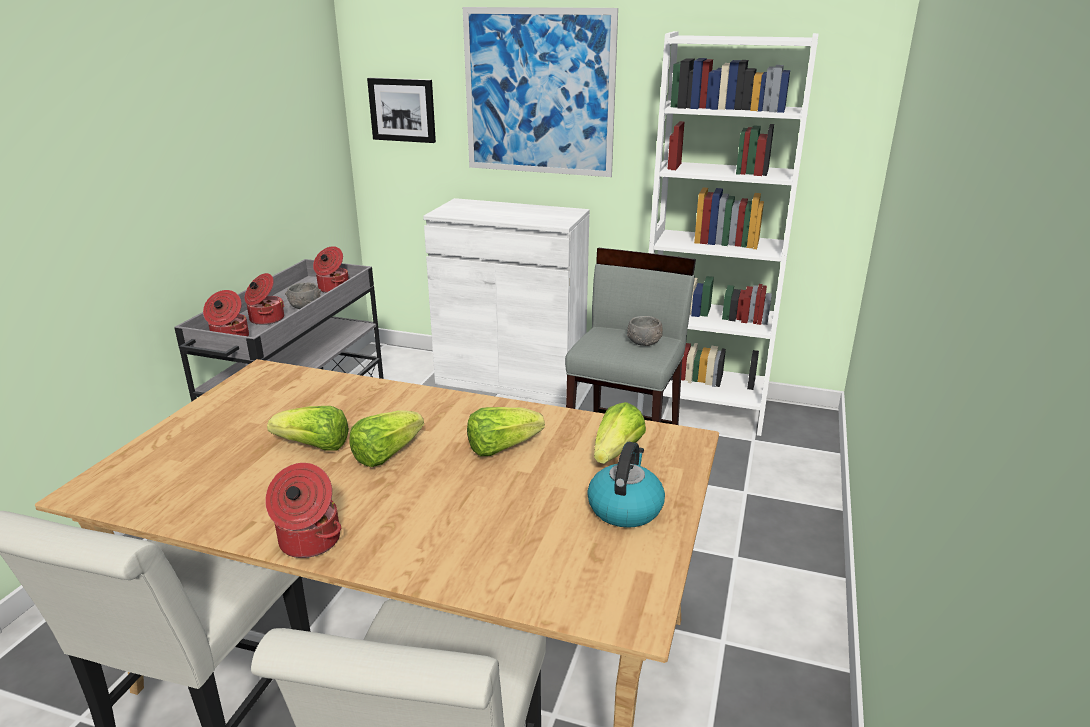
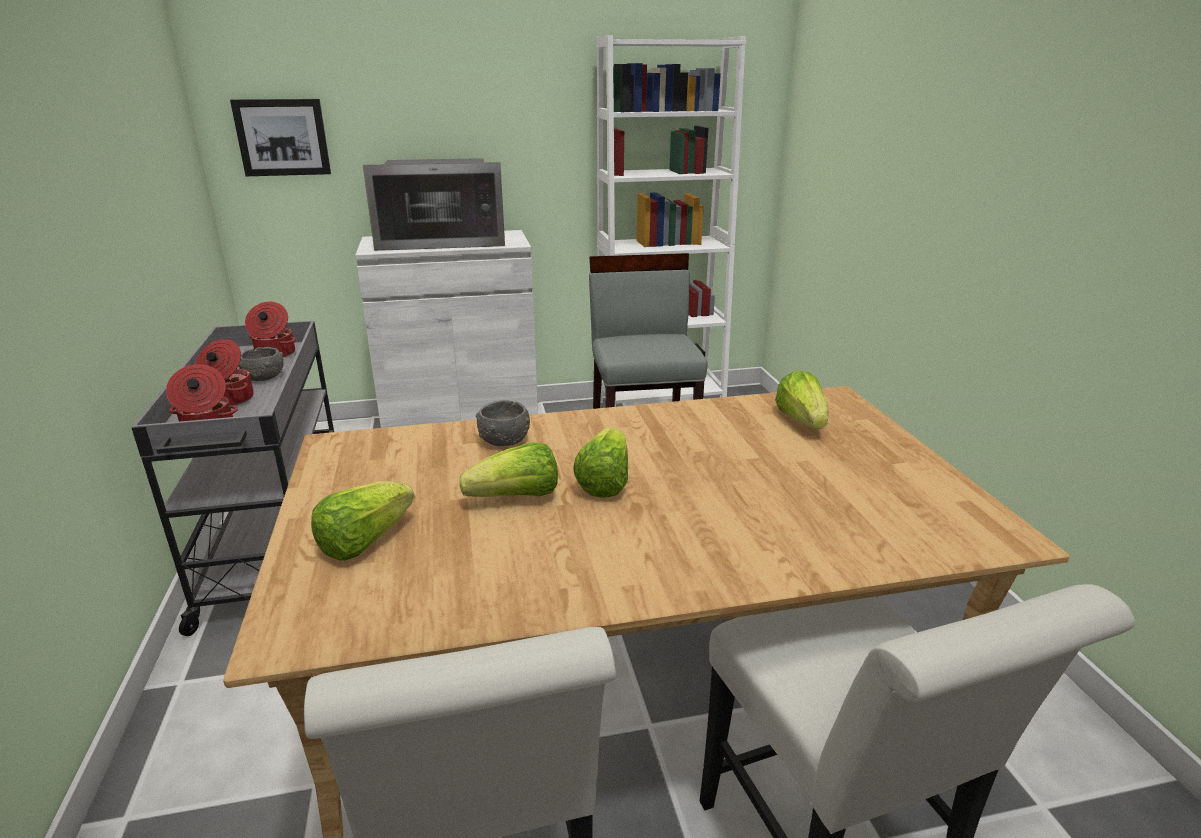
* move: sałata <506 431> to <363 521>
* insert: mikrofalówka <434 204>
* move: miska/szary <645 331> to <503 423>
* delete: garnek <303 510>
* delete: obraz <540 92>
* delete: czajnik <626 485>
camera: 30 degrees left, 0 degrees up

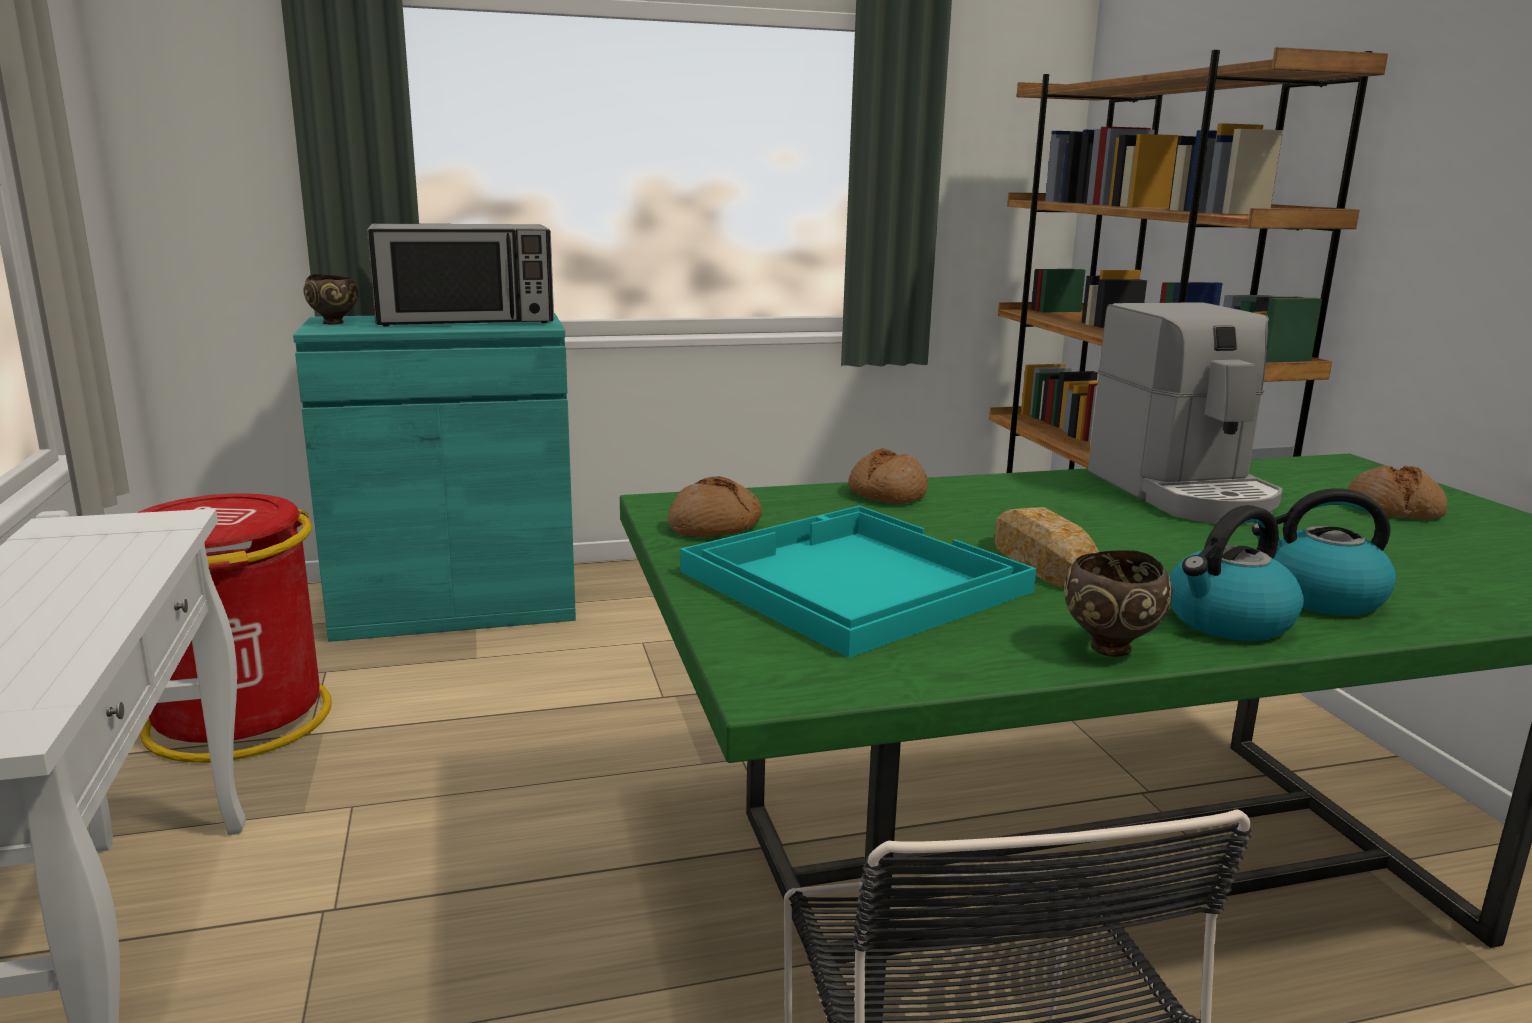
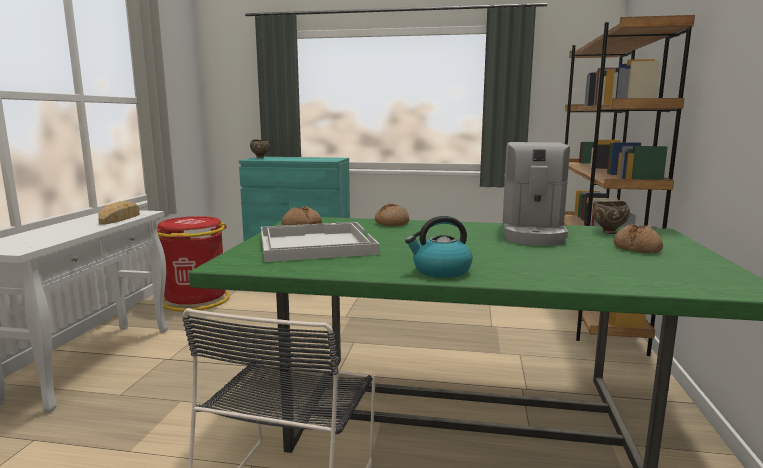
* move: chleb <1046 548> to <119 213>
* recolor: taca/turkusowy <858 581> to taca/biały <320 242>
* move: miska/brązowy <1118 603> to <611 217>
* delete: mikrofalówka <460 275>
* delete: czajnik <1324 552>
camera: 25 degrees right, 5 degrees down

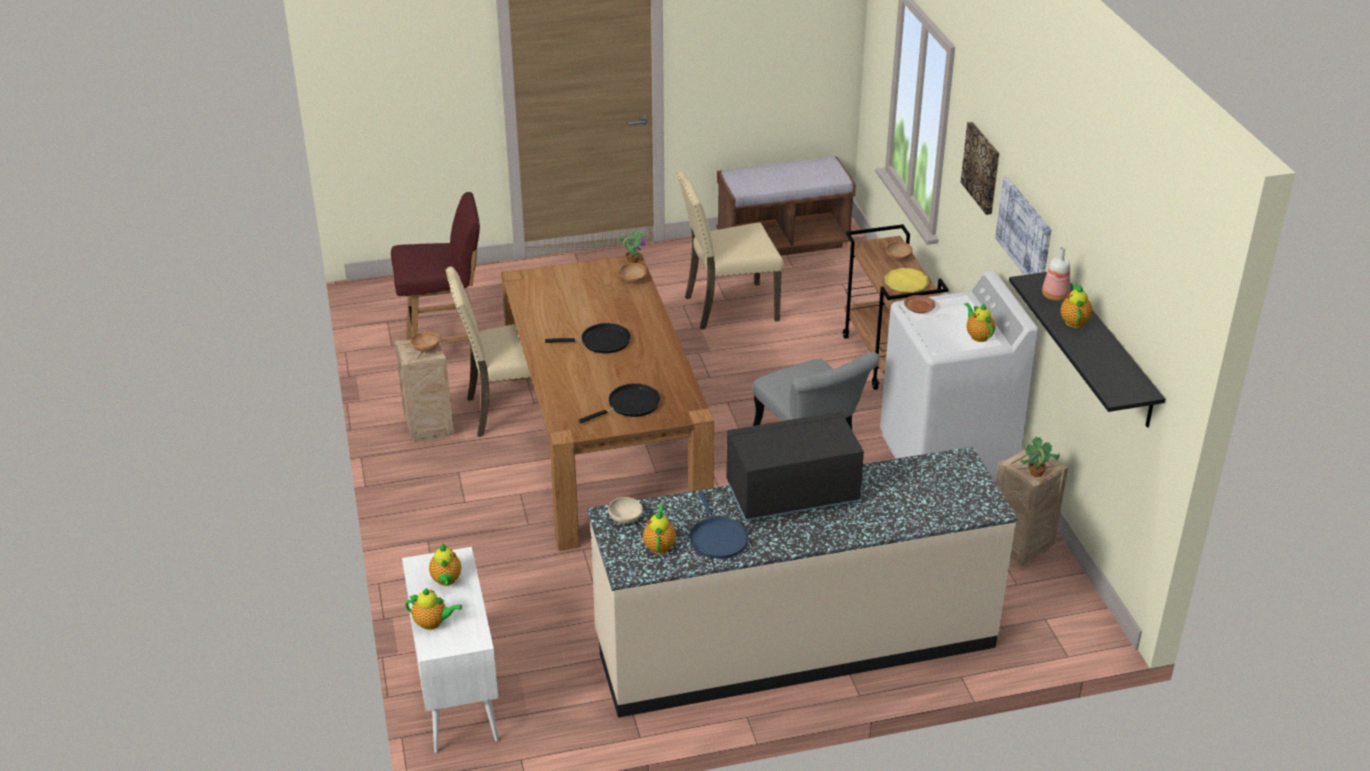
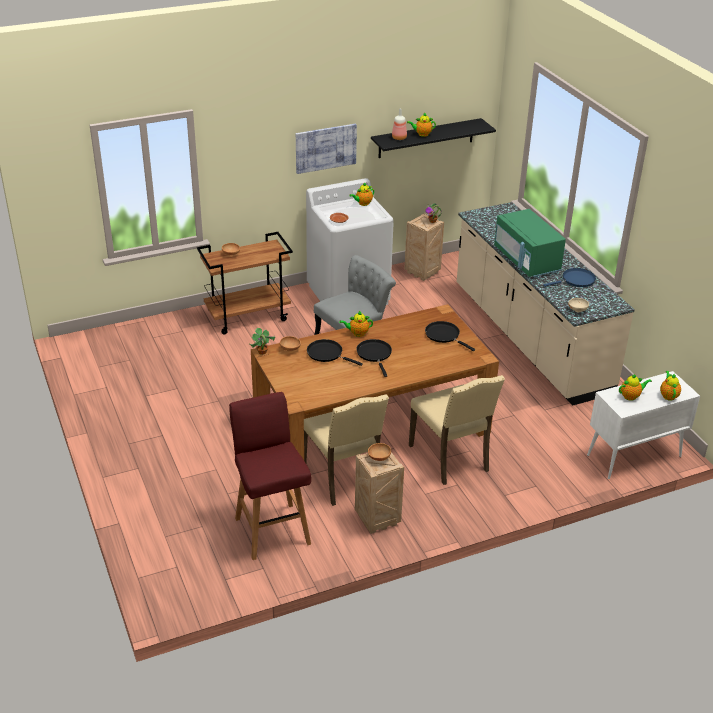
* insert: patelnia/czarny <335 352>
* move: imbryk <659 529> to <356 324>
* move: krzesło/beżowy <729 250> to <457 430>
* recolor: mikrofalówka/czarny <795 466> to mikrofalówka/zielony <530 243>
* delete: ławka/brązowy <786 206>
* delete: talerz/żółty <907 280>
* delete: obraz <980 168>
camera: 100 degrees left, 0 degrees up

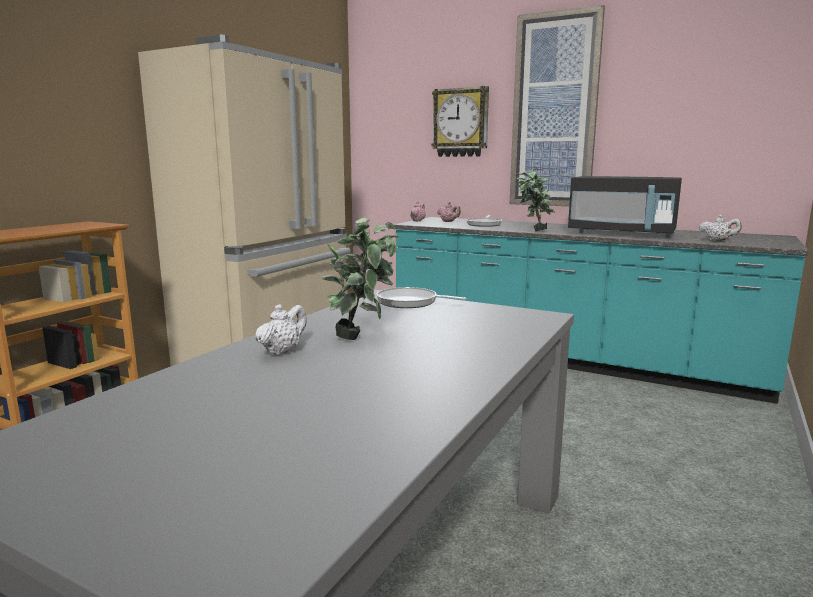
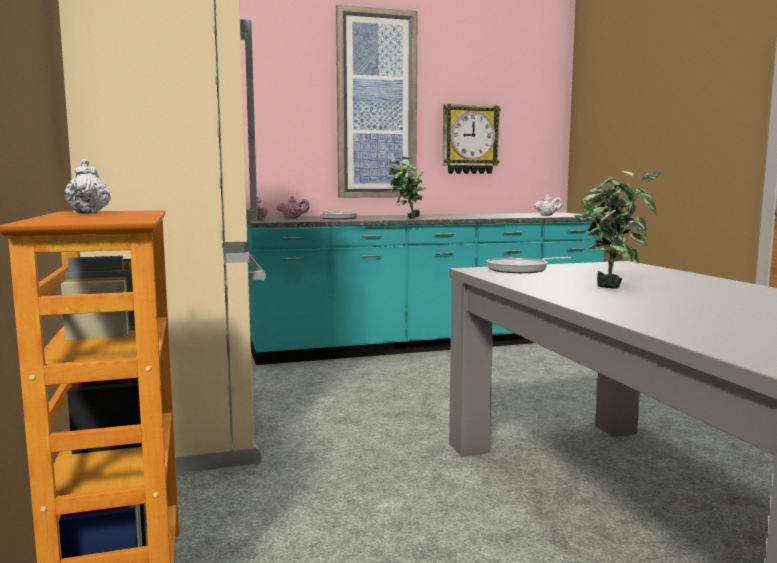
* move: imbryk/biały <281 329> to <88 186>
* move: zegar ścienny <460 121> to <472 139>
* delete: mikrofalówka/czarny <625 207>
camera: 45 degrees left, 5 degrees down

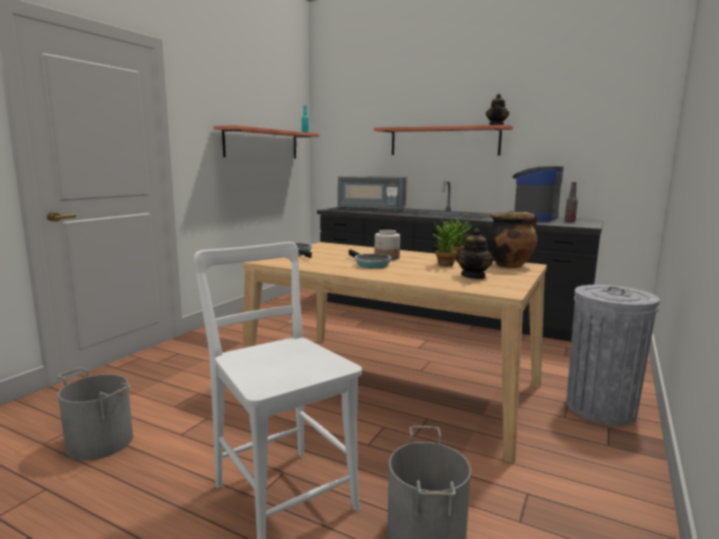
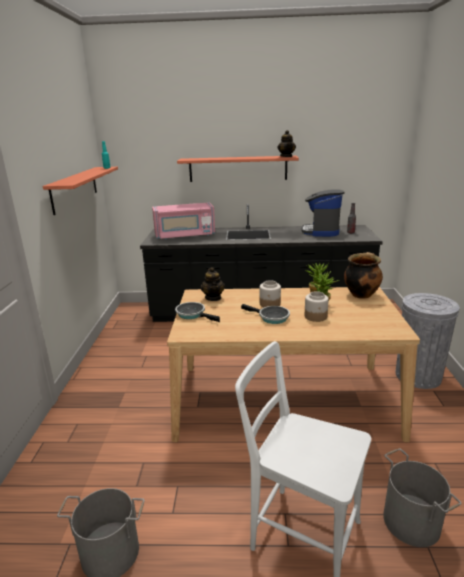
* recolor: mikrofalówka/szary <372 193> to mikrofalówka/różowy <183 220>
* move: imbryk <475 253> to <212 284>
* insert: słoik <317 306>
camera: 25 degrees left, 10 degrees up

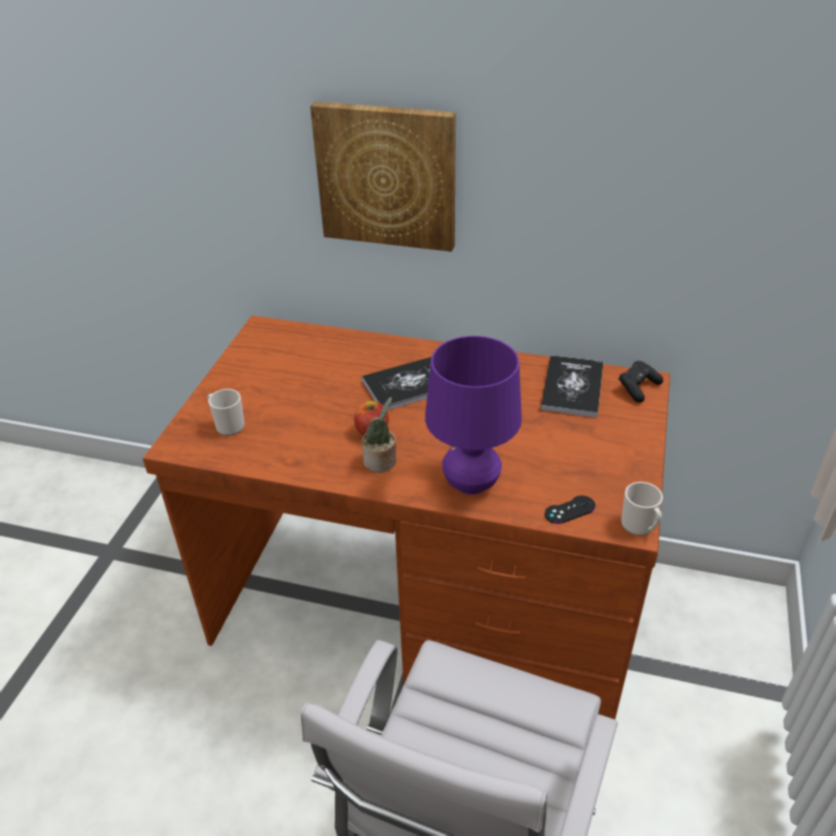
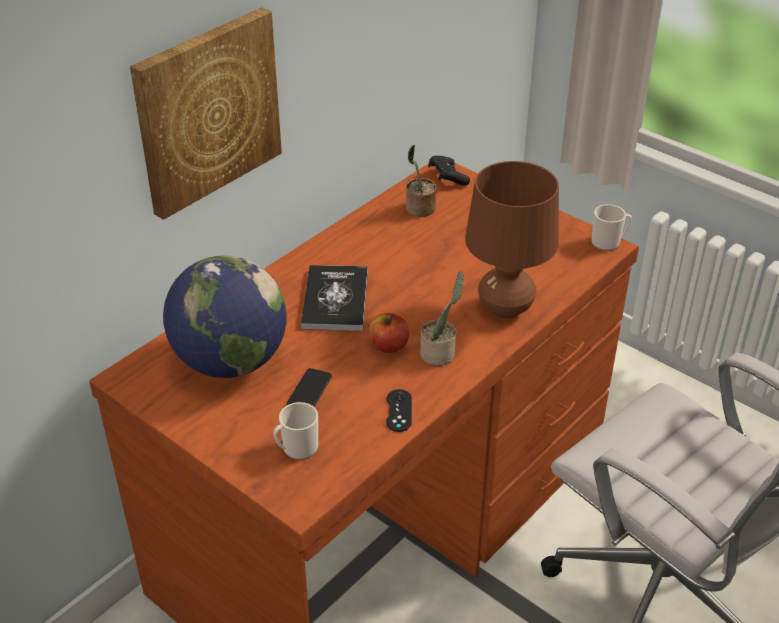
* insert: globus <225 316>
* insert: telefon <309 387>
* move: pad do gier/czarny <570 510> to <399 410>
* replace: książka <572 386> to roślina doniczkowa <421 181>
* recolor: lampa stołowa/fioletowy <473 415> to lampa stołowa/brązowy <512 240>
camera: 65 degrees left, 0 degrees up

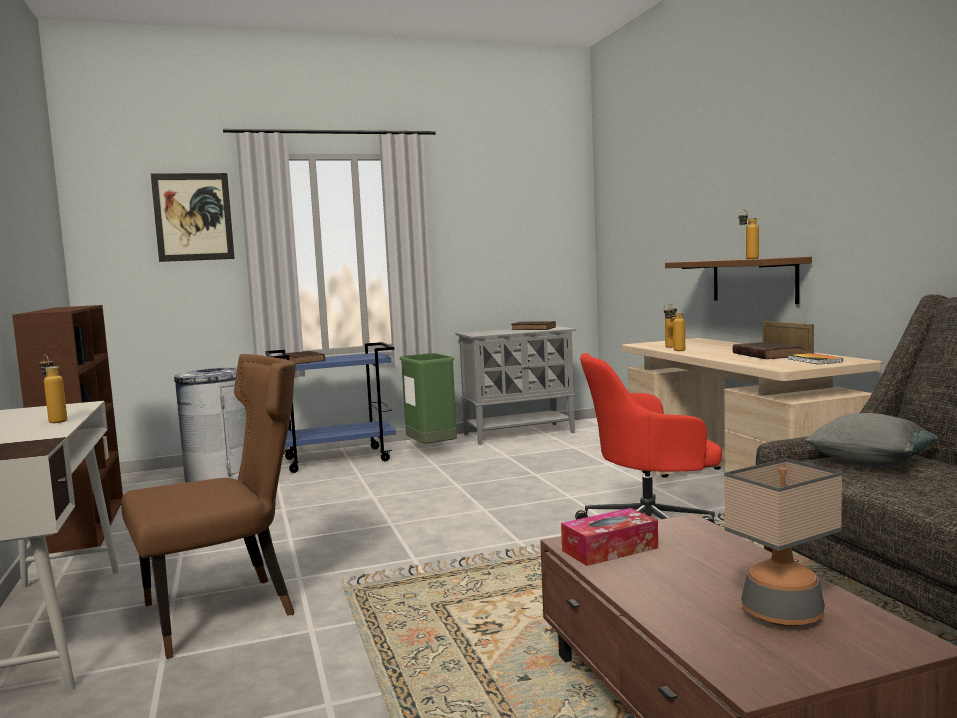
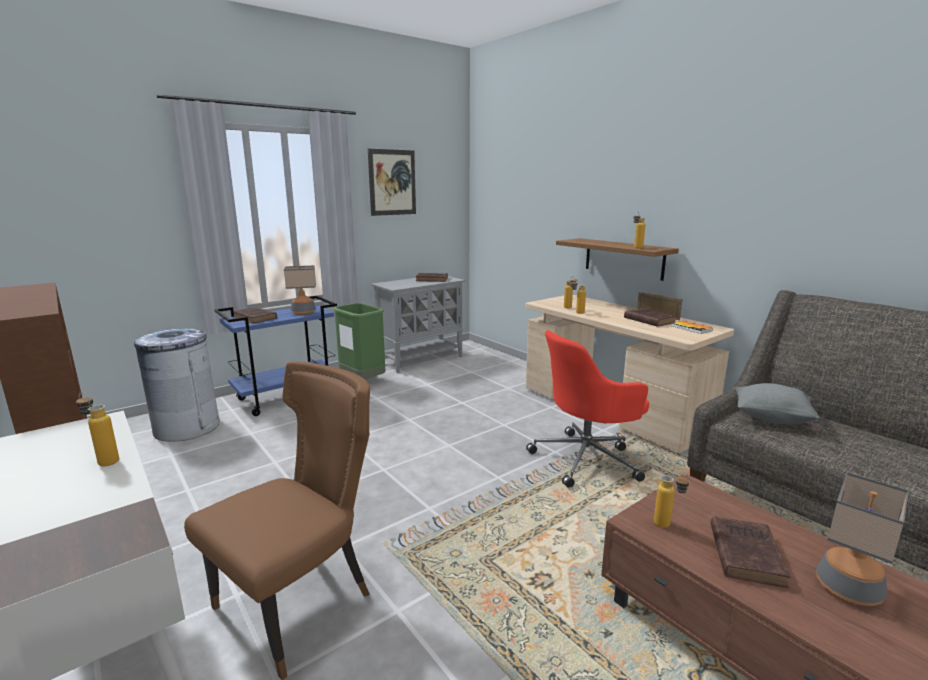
* insert: lampa stołowa <300 290>
* move: obraz <193 217> to <392 182>
* replace: pudełko chusteczek <609 537> to butelka <672 500>
* insert: książka/brązowy <751 552>
camera: 20 degrees left, 10 degrees up

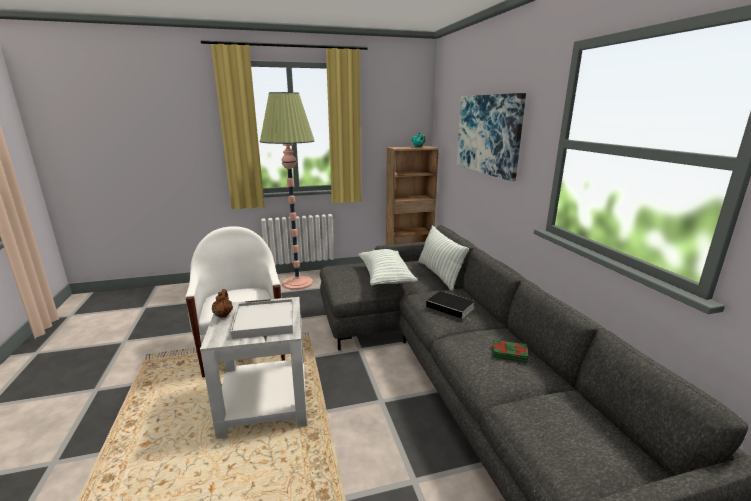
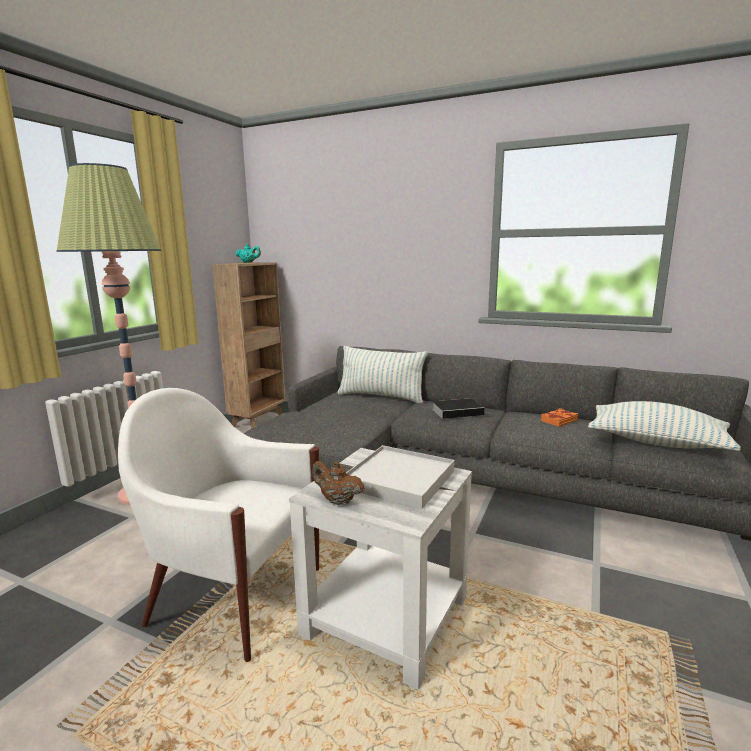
* recolor: książka/zielony <511 351> to książka/pomarańczowy <559 417>
* move: poduszka <388 267> to <664 426>
* delete: obraz <491 137>
camera: 50 degrees left, 5 degrees down

